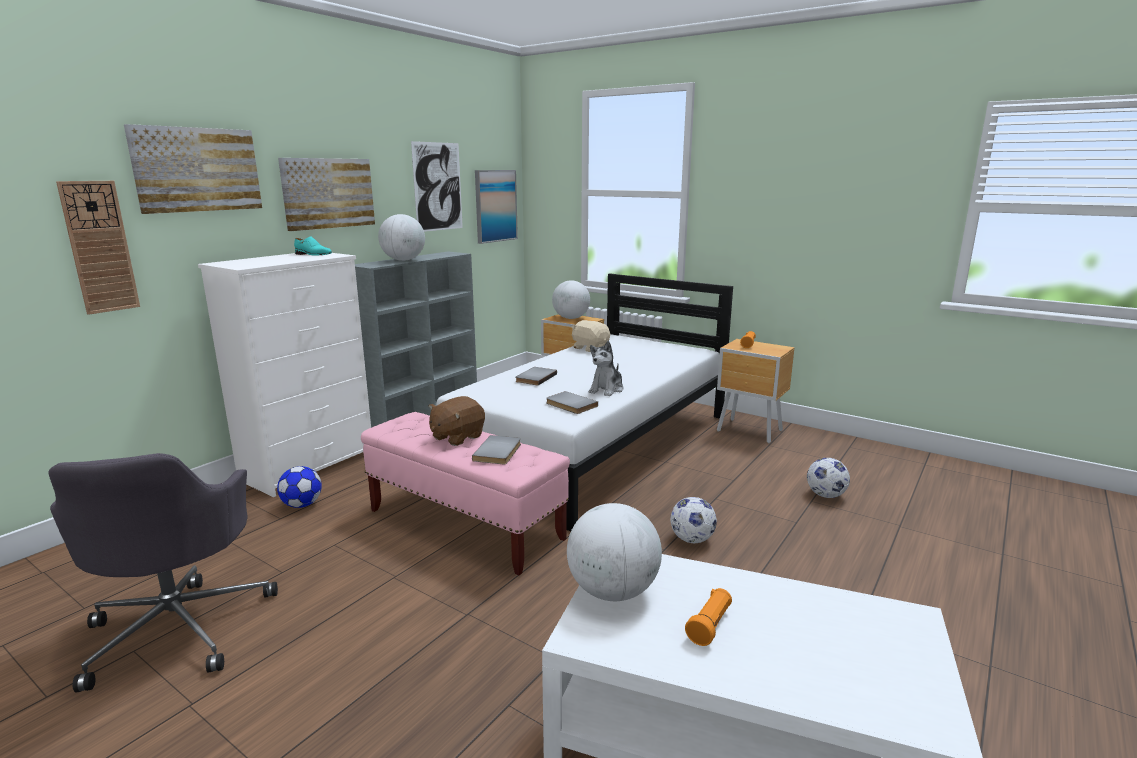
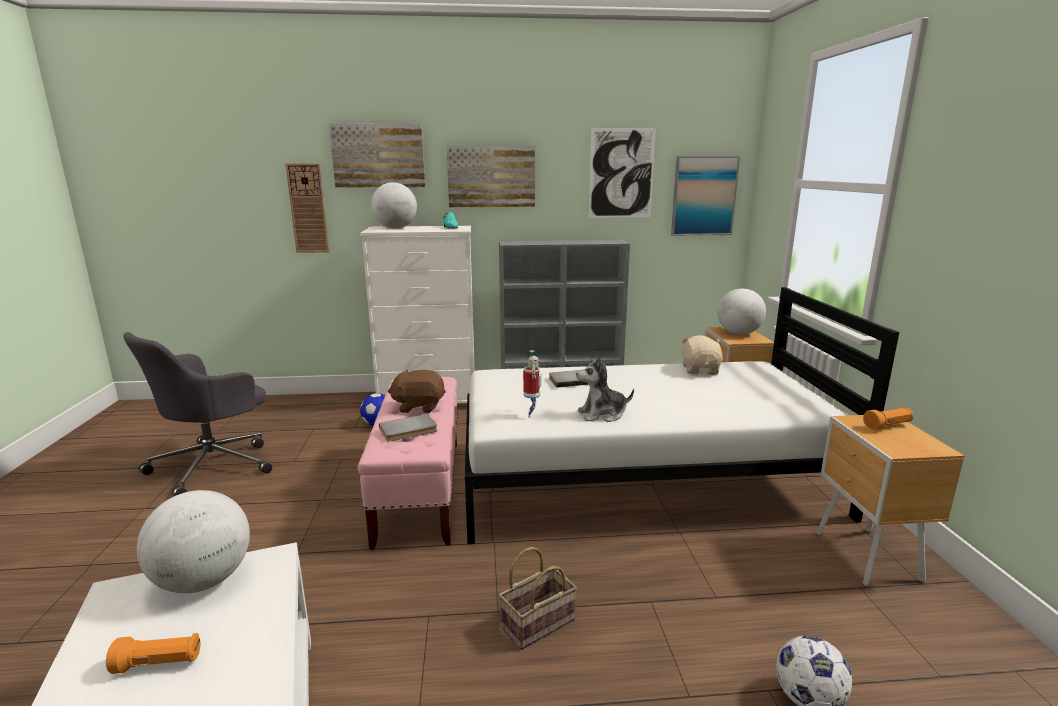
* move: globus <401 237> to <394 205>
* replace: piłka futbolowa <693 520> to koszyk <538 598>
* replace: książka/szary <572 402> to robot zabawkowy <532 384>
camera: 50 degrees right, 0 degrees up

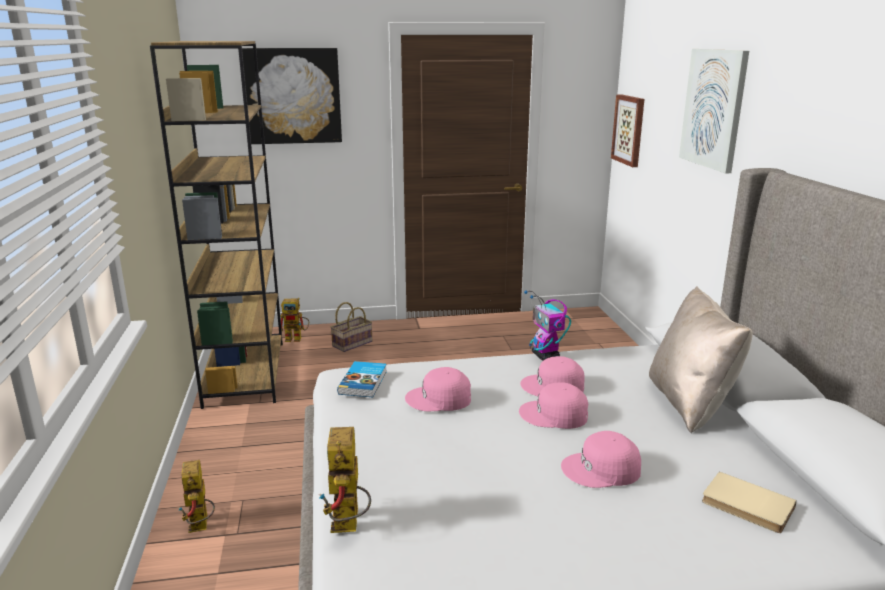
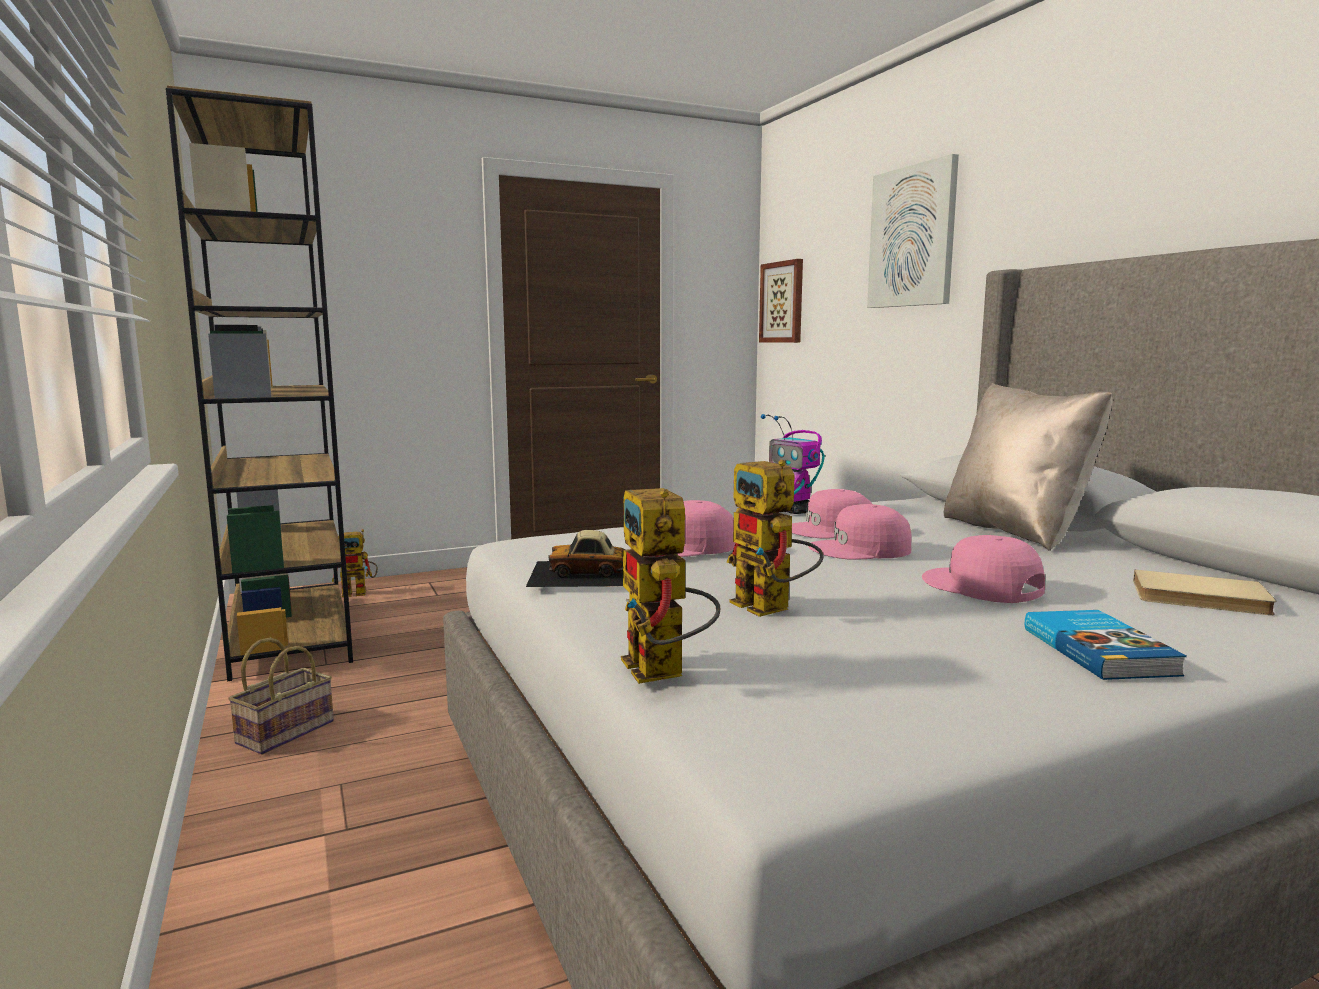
* move: koszyk <351 327> to <281 696>
* insert: samochodzik <576 558>
* move: robot zabawkowy <197 496> to <775 538>
* rotate: czapka z daszkiem/różowy <601 459> = <983 569> 75 degrees clockwise
* move: książka <362 379> to <1106 645>
* delete: obraz <292 96>
camera: 15 degrees left, 10 degrees down

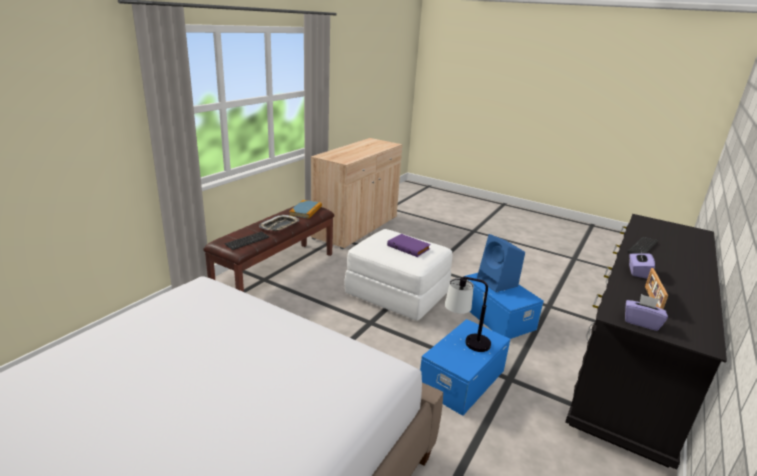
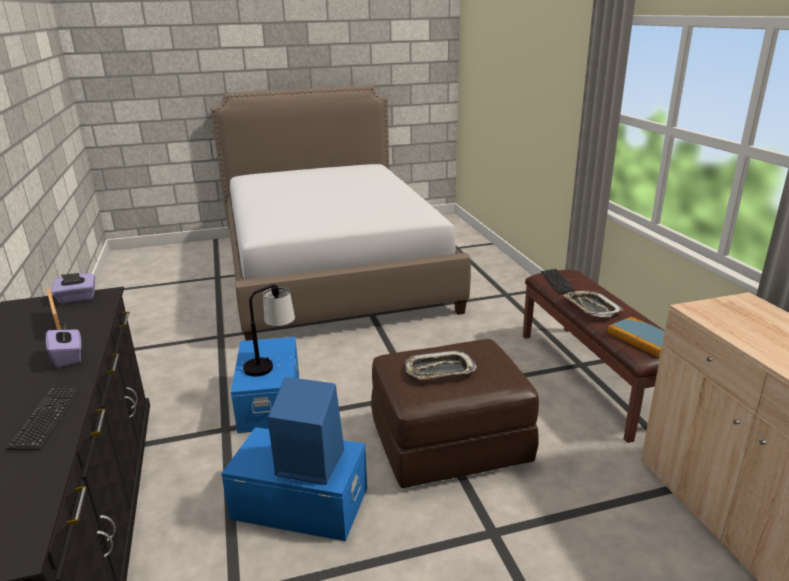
* recolor: pufa/biały <398 275> to pufa/brązowy <455 413>
* replace: książka/fioletowy <409 245> to taca <441 364>
camera: 135 degrees right, 0 degrees up

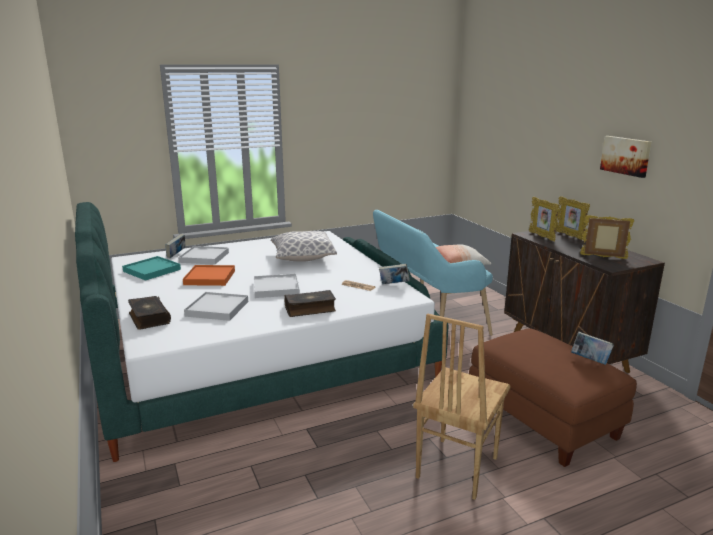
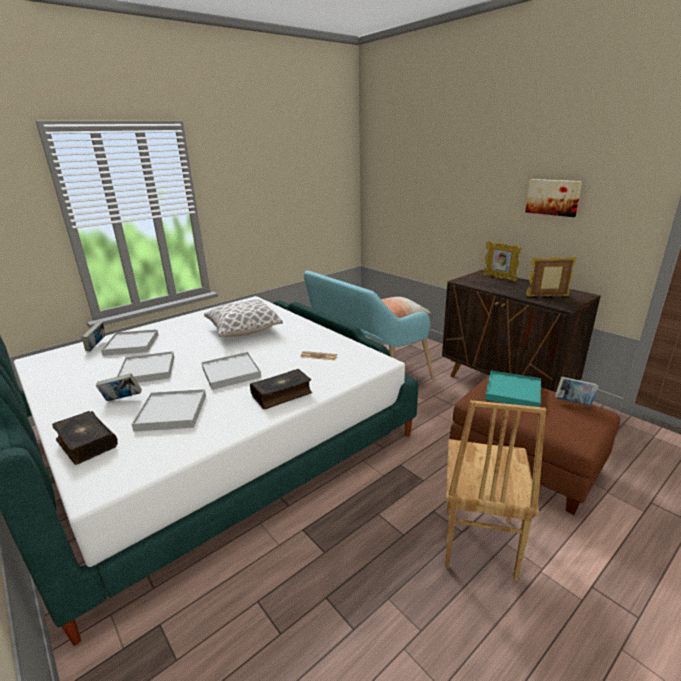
* move: książka <394 274> to <119 387>
* recolor: taca/pomarańczowy <209 275> to taca/biały <145 367>
* move: taca/turkusowy <151 268> to <513 389>
* delete: ramka na zdjęcie <544 219>
camera: 15 degrees left, 5 degrees up

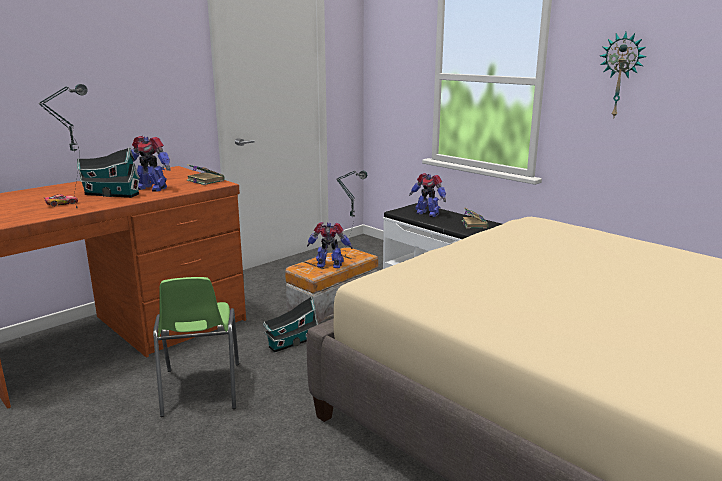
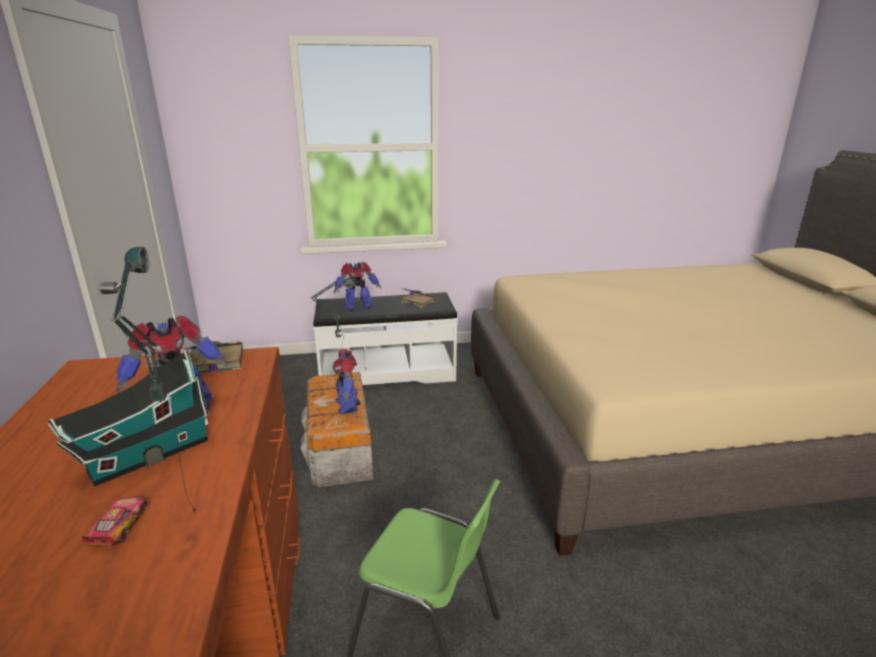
* rotate: robot zabawkowy <330 245> = <346 381> 60 degrees counterclockwise
* delete: domek <290 324>
* delete: zegar ścienny <623 74>
camera: 55 degrees left, 5 degrees up

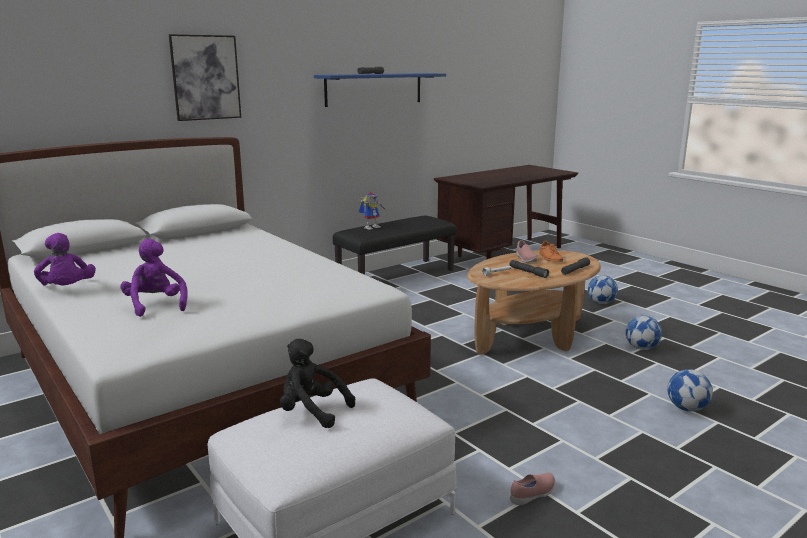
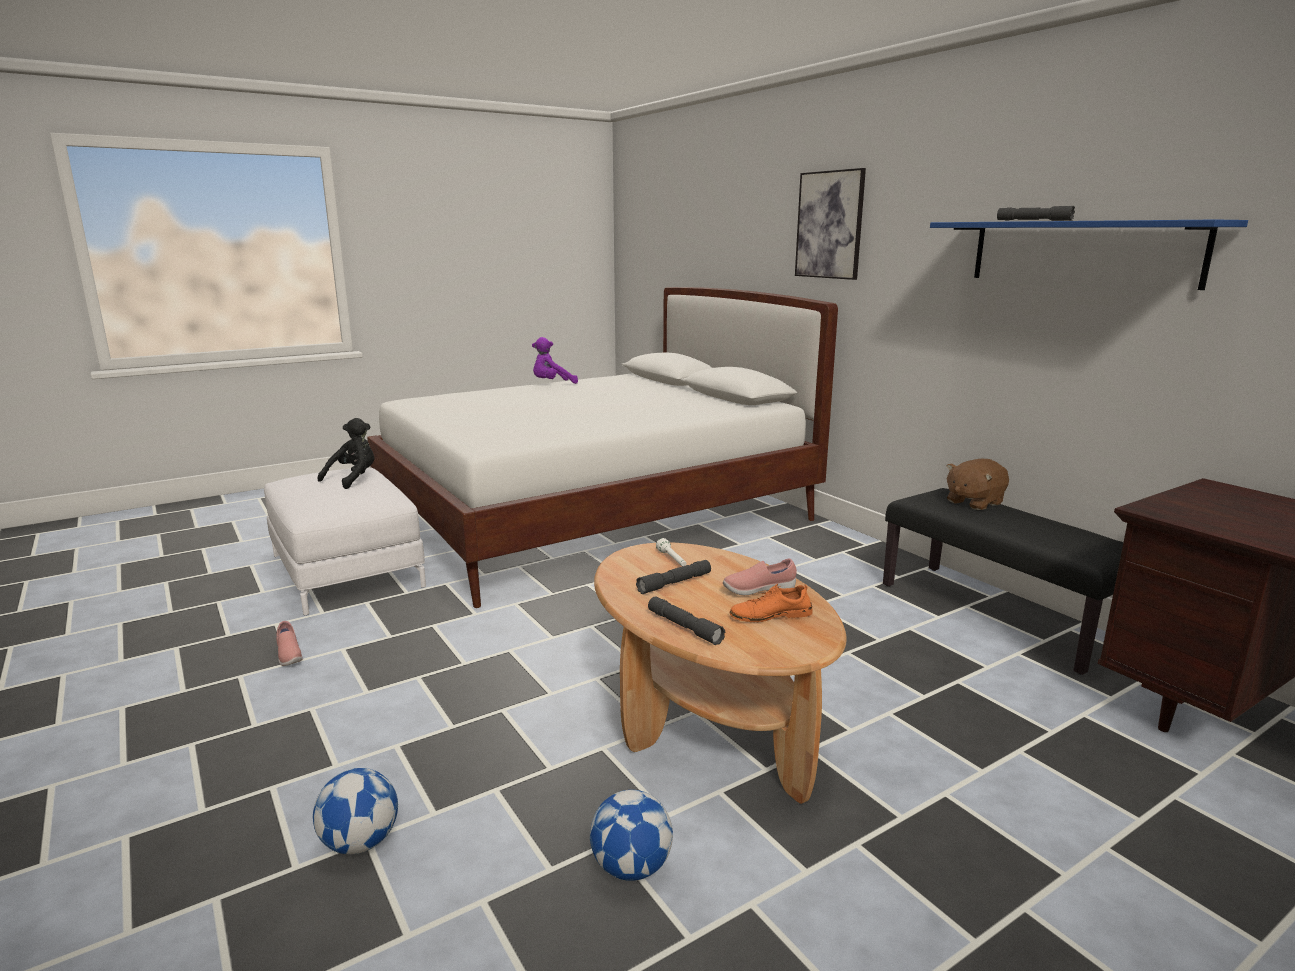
* replace: robot zabawkowy <372 211> to pluszak/brązowy <978 484>
* delete: pluszak/fioletowy <153 278>
* delete: piłka futbolowa <603 289>
camera: 95 degrees right, 0 degrees up

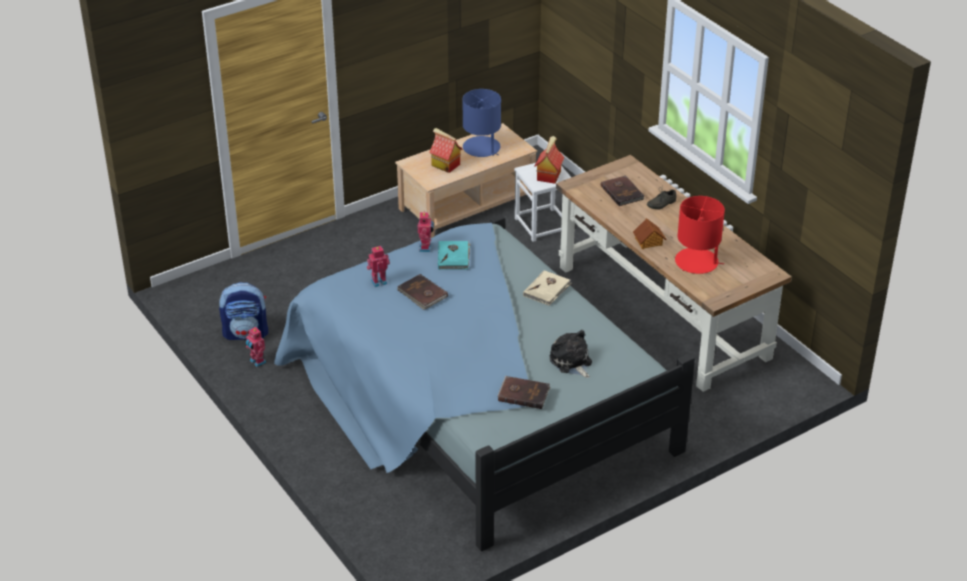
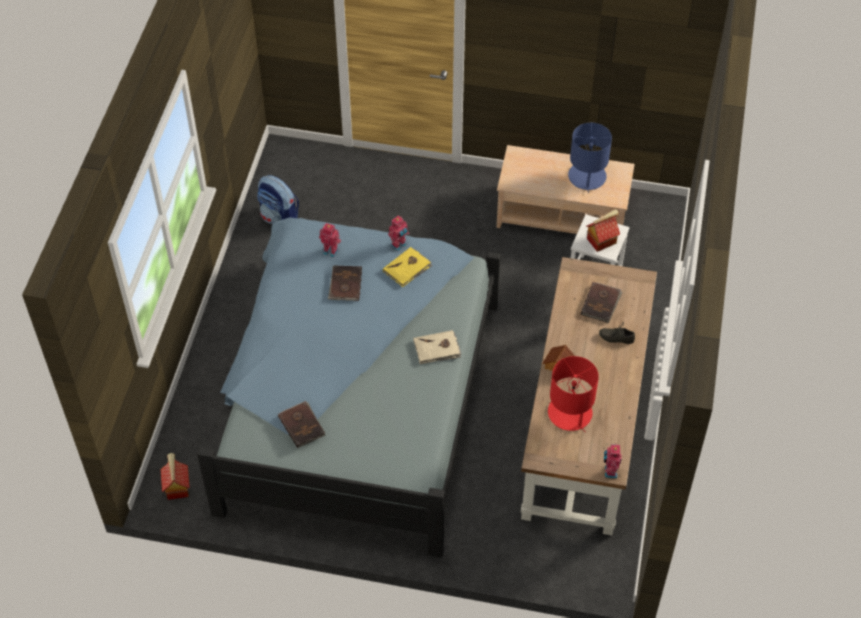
* move: domek <446 150> to <175 476>
* recolor: książka/turkusowy <454 255> to książka/żółty <408 267>
* move: robot zabawkowy <256 347> to <613 460>
* delete: pluszak <571 354>
camera: 45 degrees right, 15 degrees up

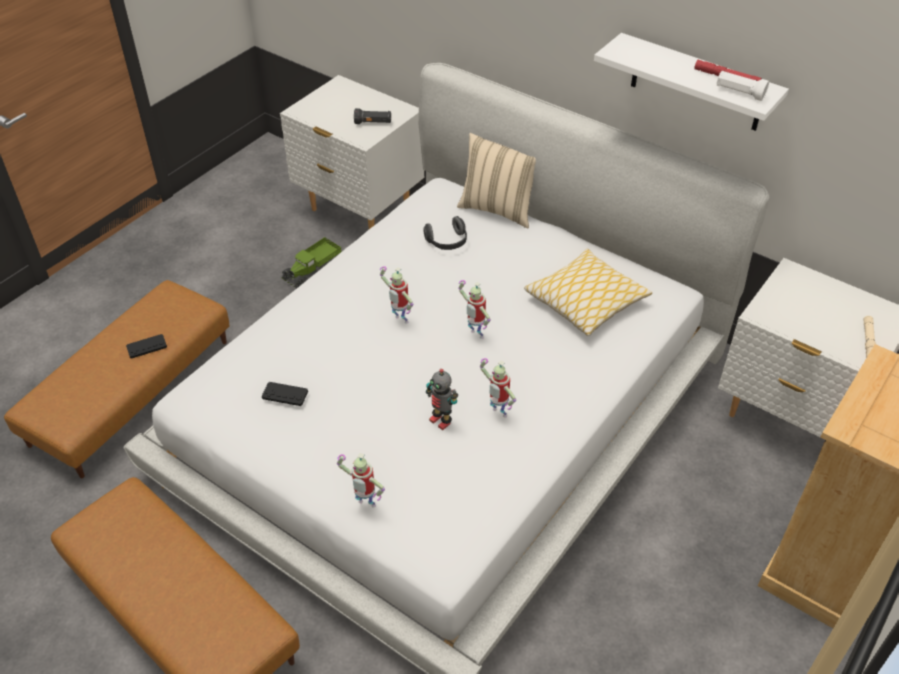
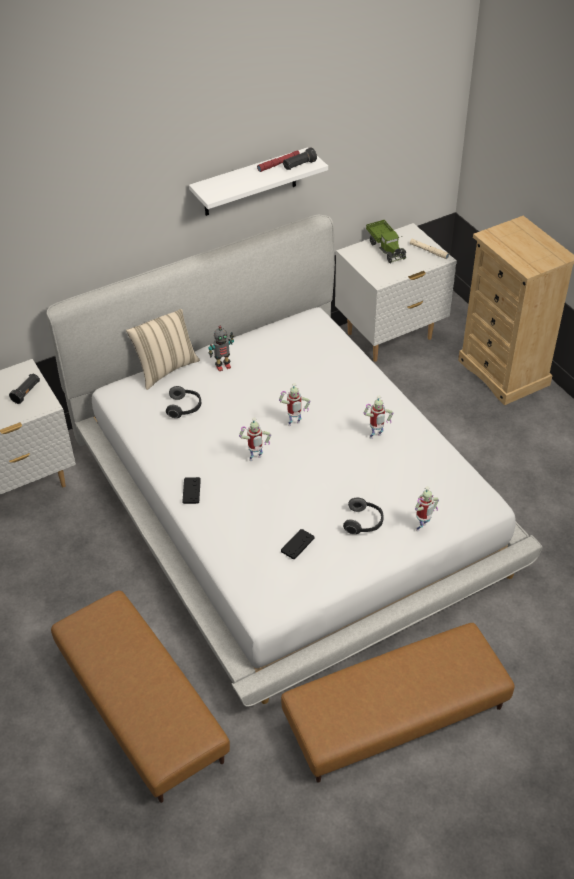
* move: pad do gier/czarny <146 346> to <191 490>
* move: robot zabawkowy <442 399> to <221 348>
* recolor: latarka/biały <743 86> to latarka/czarny <300 159>
* insert: słuchawki <363 515>
* move: ciężarówka zabawkowa <311 262> to <386 242>
* delete: poduszka <588 292>
camera: 65 degrees left, 0 degrees up

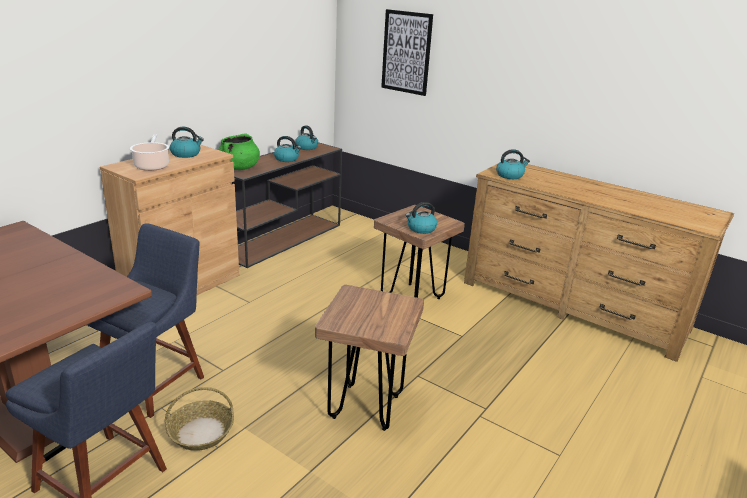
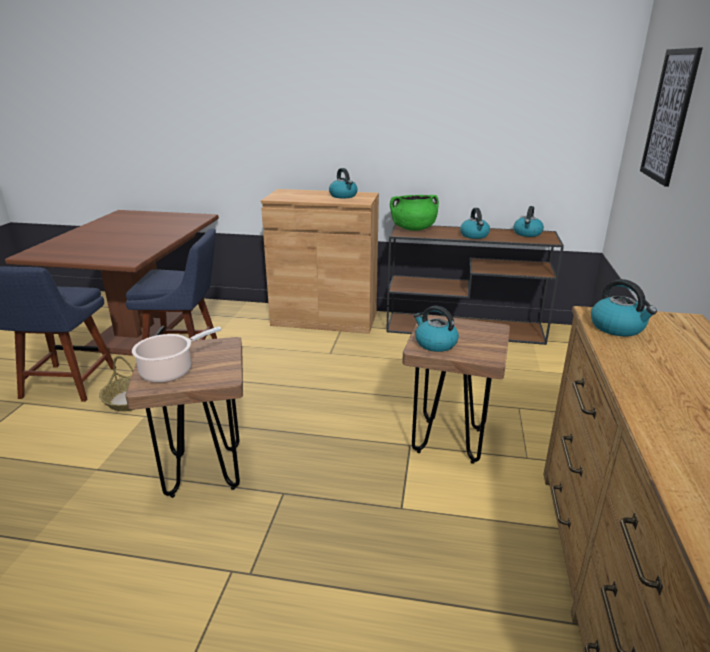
* move: garnek <149 153> to <177 355>
camera: 65 degrees right, 0 degrees up

